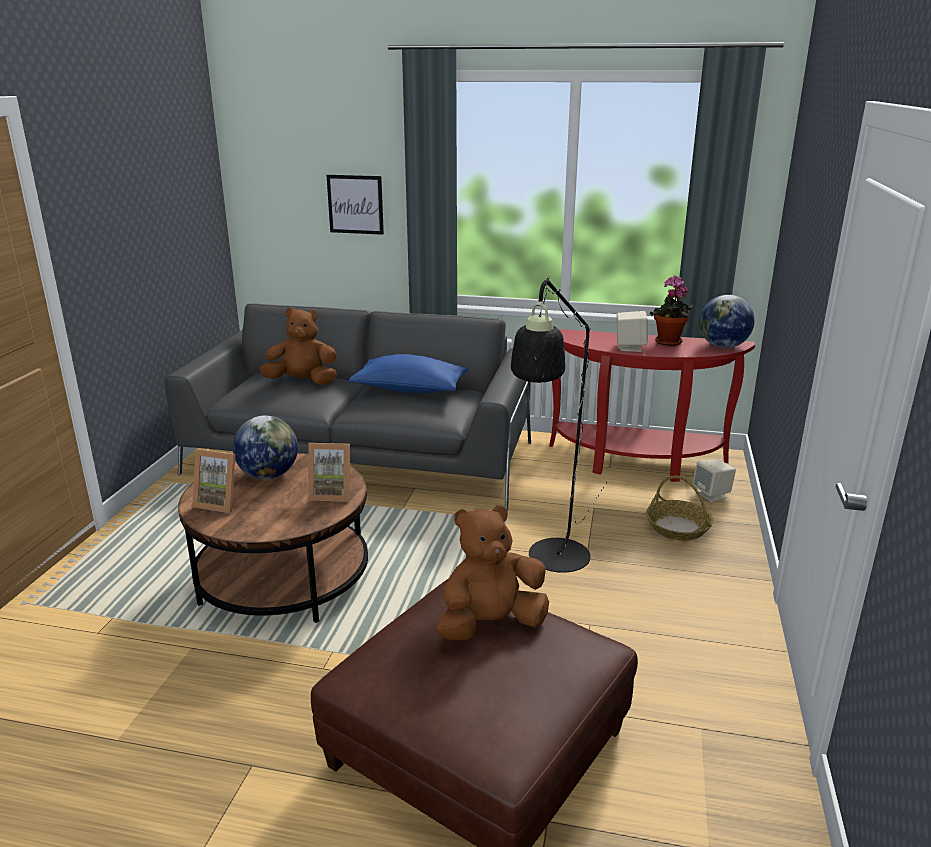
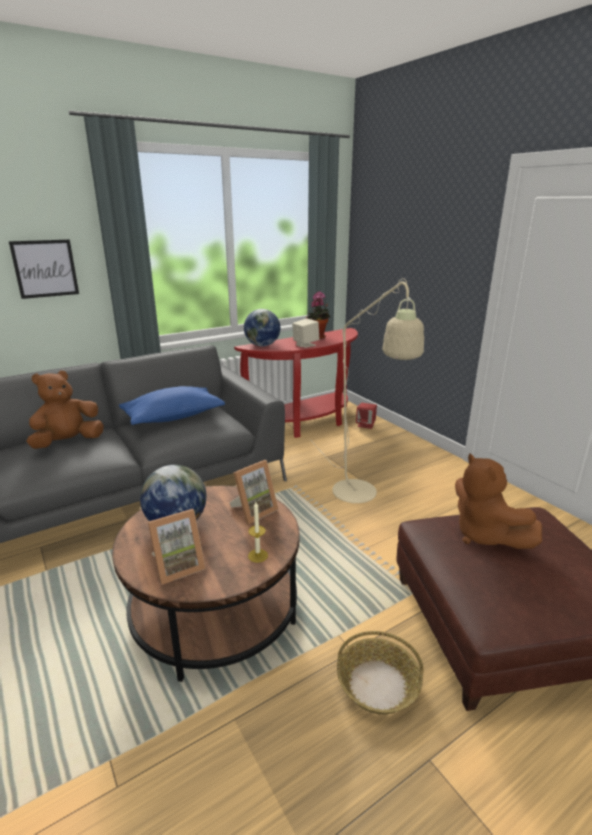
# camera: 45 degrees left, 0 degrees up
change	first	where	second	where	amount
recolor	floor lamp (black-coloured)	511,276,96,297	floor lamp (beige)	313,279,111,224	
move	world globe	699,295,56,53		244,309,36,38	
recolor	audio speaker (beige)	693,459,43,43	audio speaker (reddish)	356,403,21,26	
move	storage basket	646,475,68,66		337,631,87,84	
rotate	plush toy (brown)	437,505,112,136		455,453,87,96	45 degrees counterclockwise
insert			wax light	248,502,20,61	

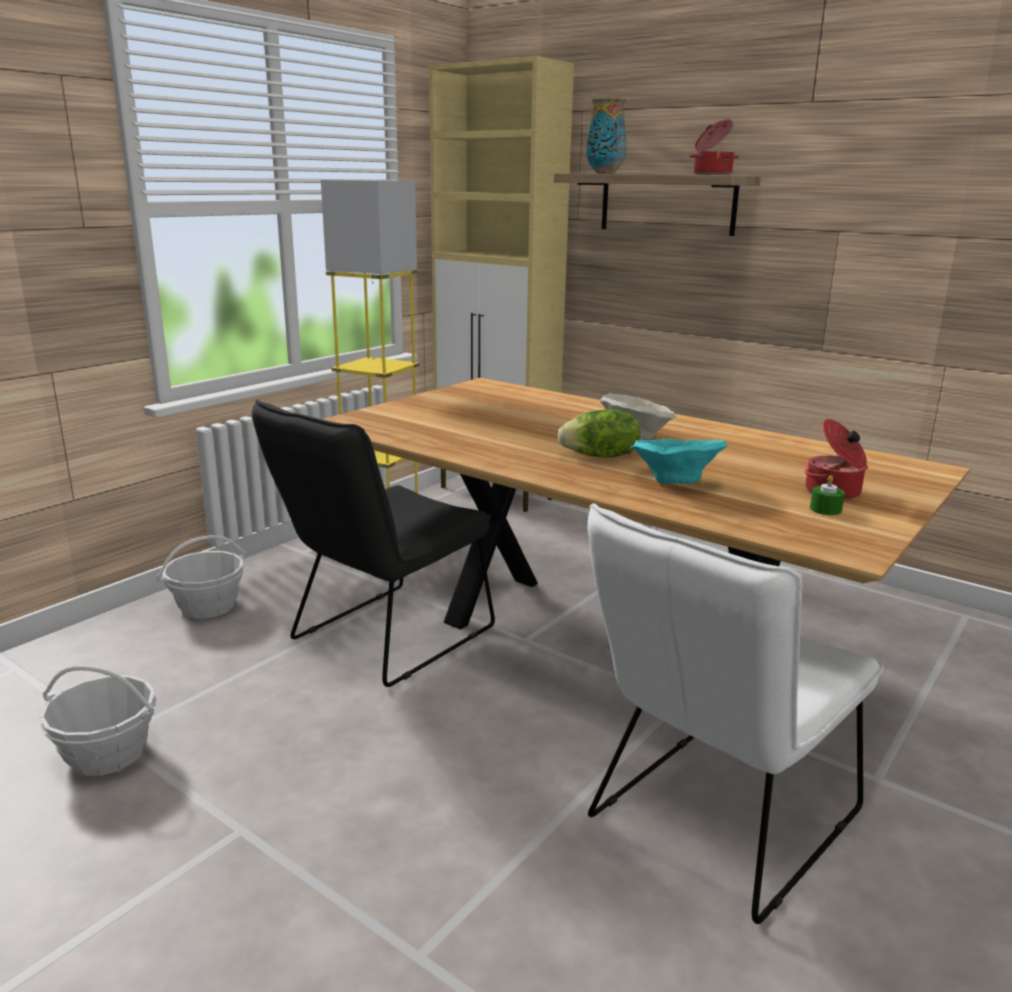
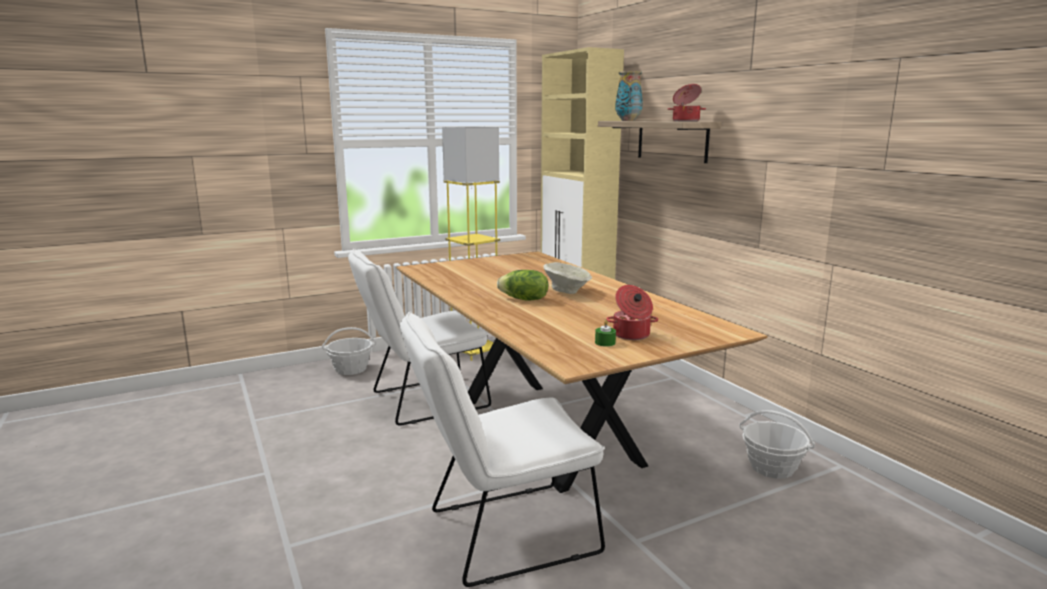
# camera: 25 degrees right, 5 degrees down
change	first	where	second	where	amount
recolor	chair (black-coloured)	252,399,243,288	chair (white)	348,249,143,177	
delete	bowl (turquoise)	631,439,96,45			
move	storage basket	39,665,117,111		739,410,76,69	

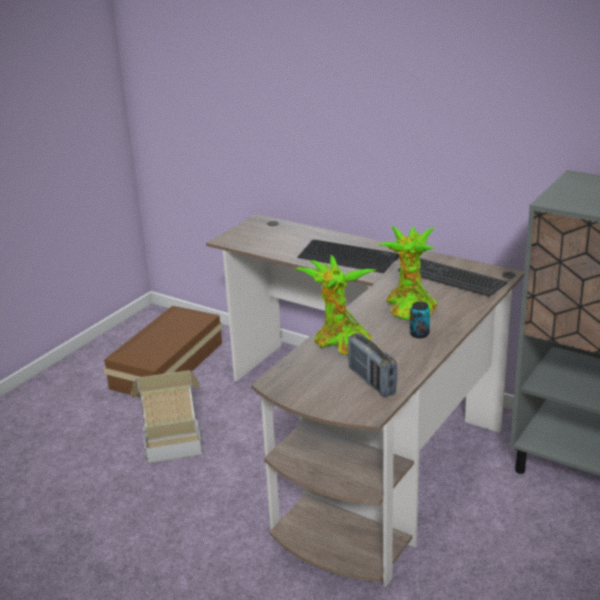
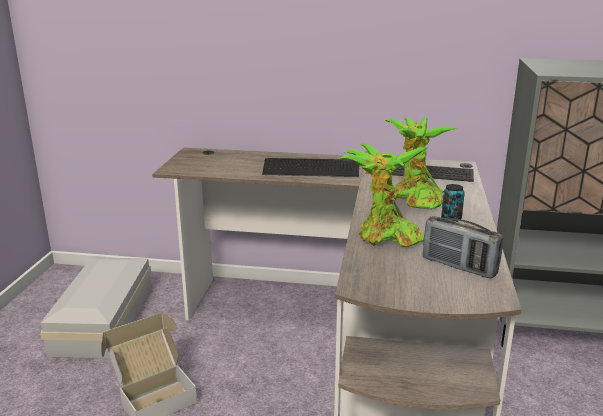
# camera: 25 degrees left, 5 degrees down
change	first	where	second	where	amount
recolor	storage box (brown)	104,306,118,91	storage box (white)	40,257,111,101	

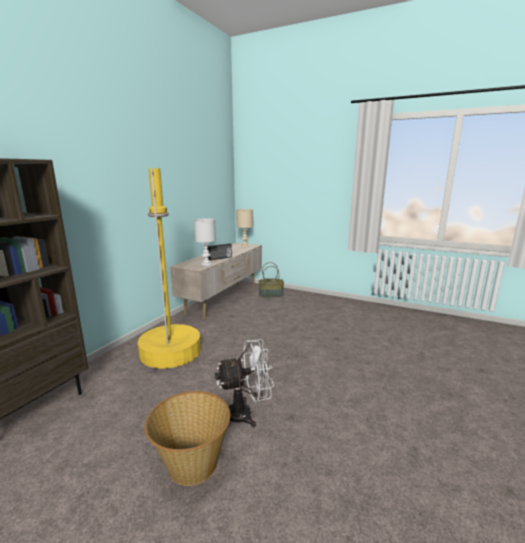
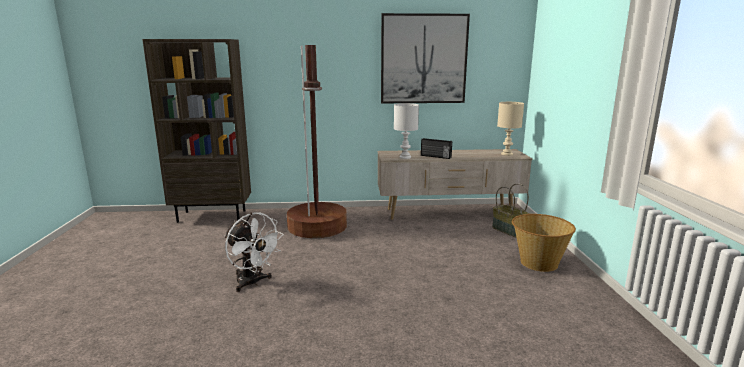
# camera: 60 degrees right, 0 degrees up
change	first	where	second	where	amount
recolor	floor lamp (yellowish)	138,169,63,200	floor lamp (brown)	287,45,60,193	
move	storage basket	144,391,86,95		512,214,64,58	
insert			wall art	381,13,89,90	

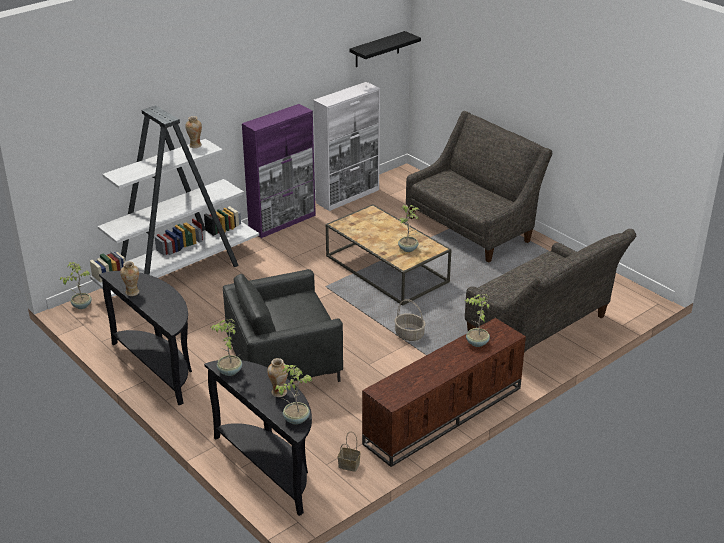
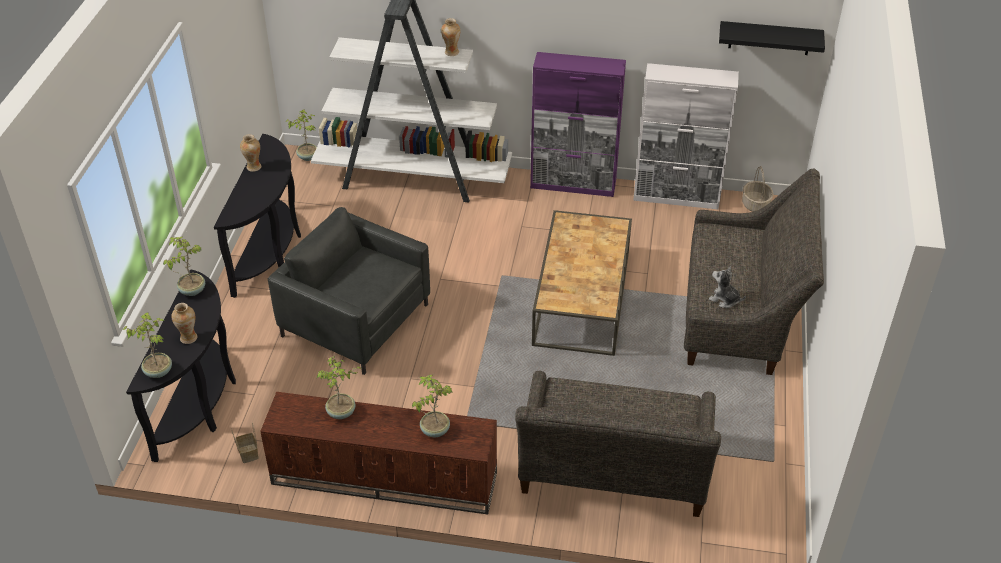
# camera: 50 degrees right, 10 degrees up
change	first	where	second	where	amount
move	houseplant	398,205,21,47		316,356,46,63	
move	storage basket	394,299,32,42		742,166,31,46	
insert			plush toy	709,266,37,42	

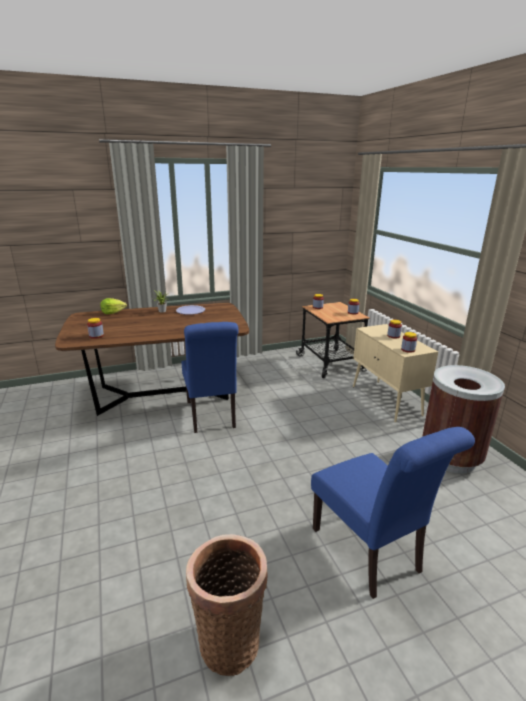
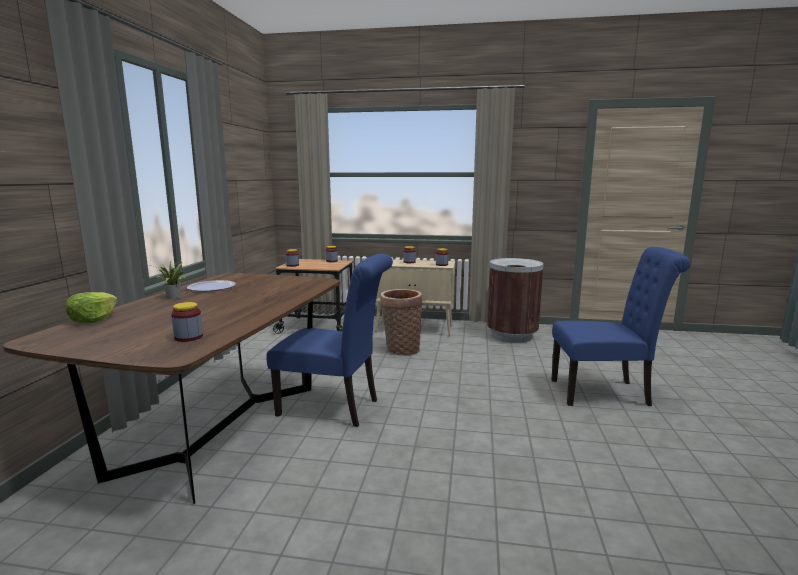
# camera: 60 degrees left, 10 degrees down
change	first	where	second	where	amount
move	storage basket	186,534,82,142		380,289,42,67	

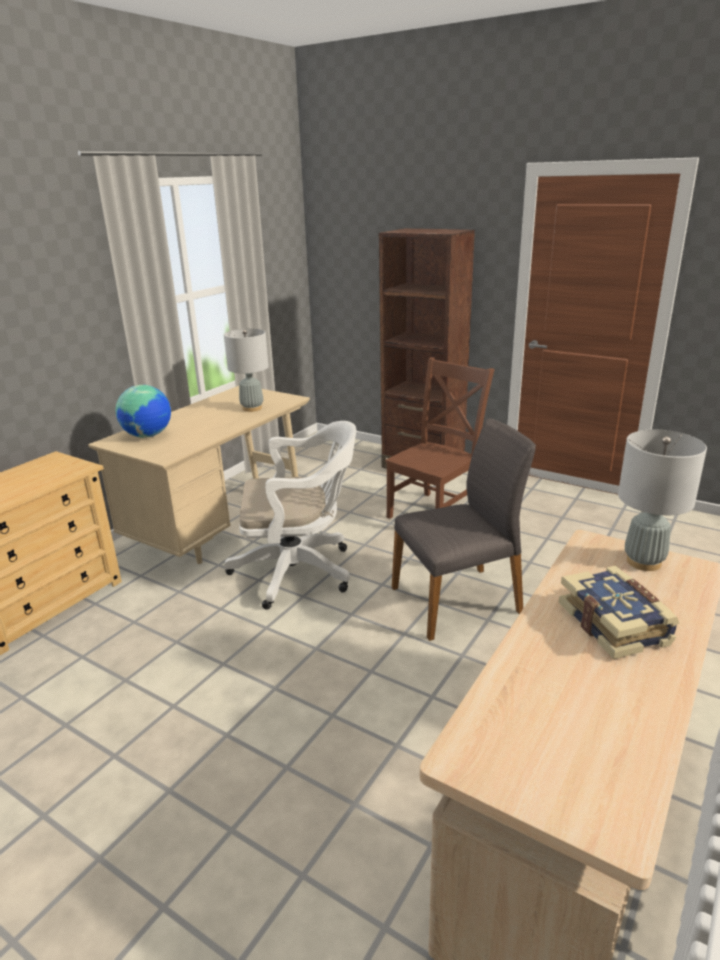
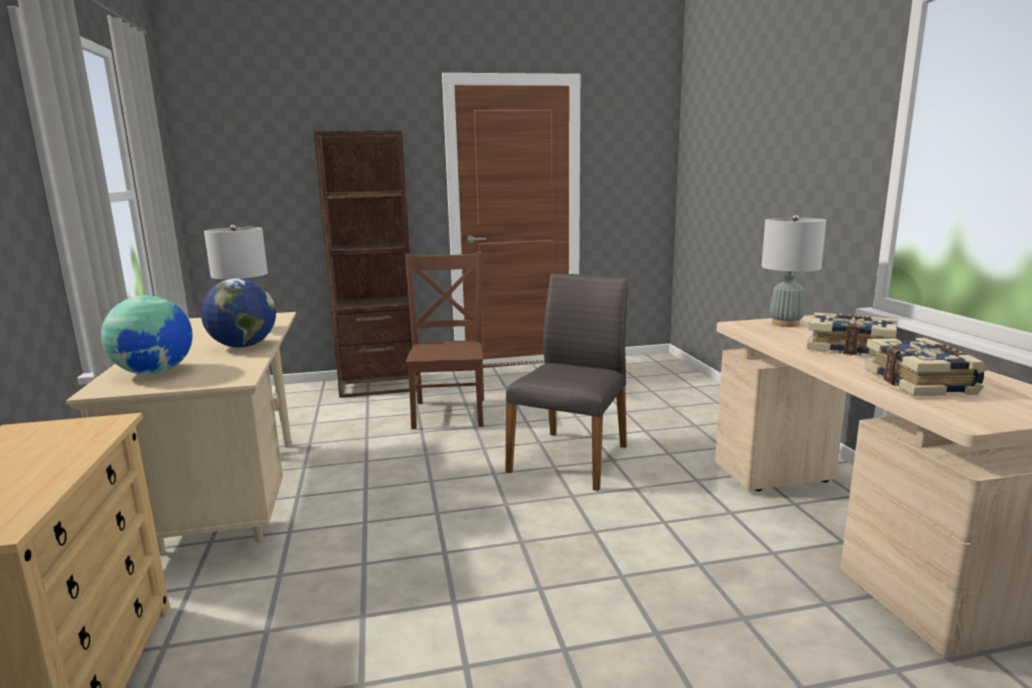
# camera: 45 degrees left, 10 degrees down
change	first	where	second	where	amount
delete	desk chair (white)	224,421,132,189			
insert			world globe	201,278,75,70	
insert			bound book	864,338,123,58	

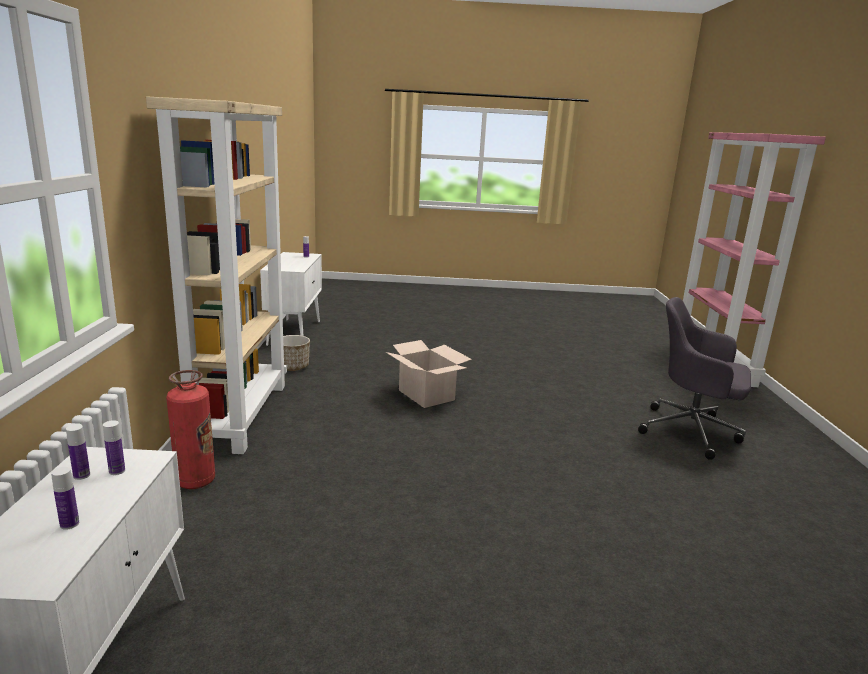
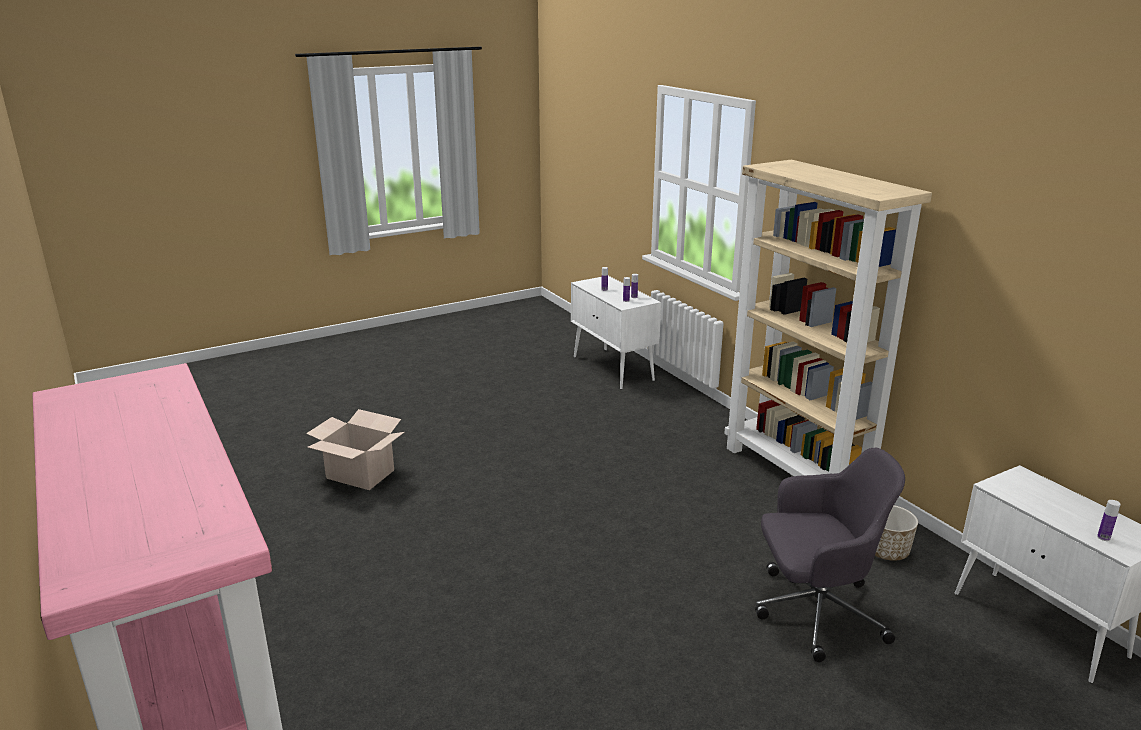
# camera: 150 degrees right, 5 degrees up
change	first	where	second	where	amount
move	desk chair (grey)	638,297,113,163		755,448,150,214	
move	carton	386,340,86,68		306,409,98,81	
delete	extinguisher	166,370,49,119			

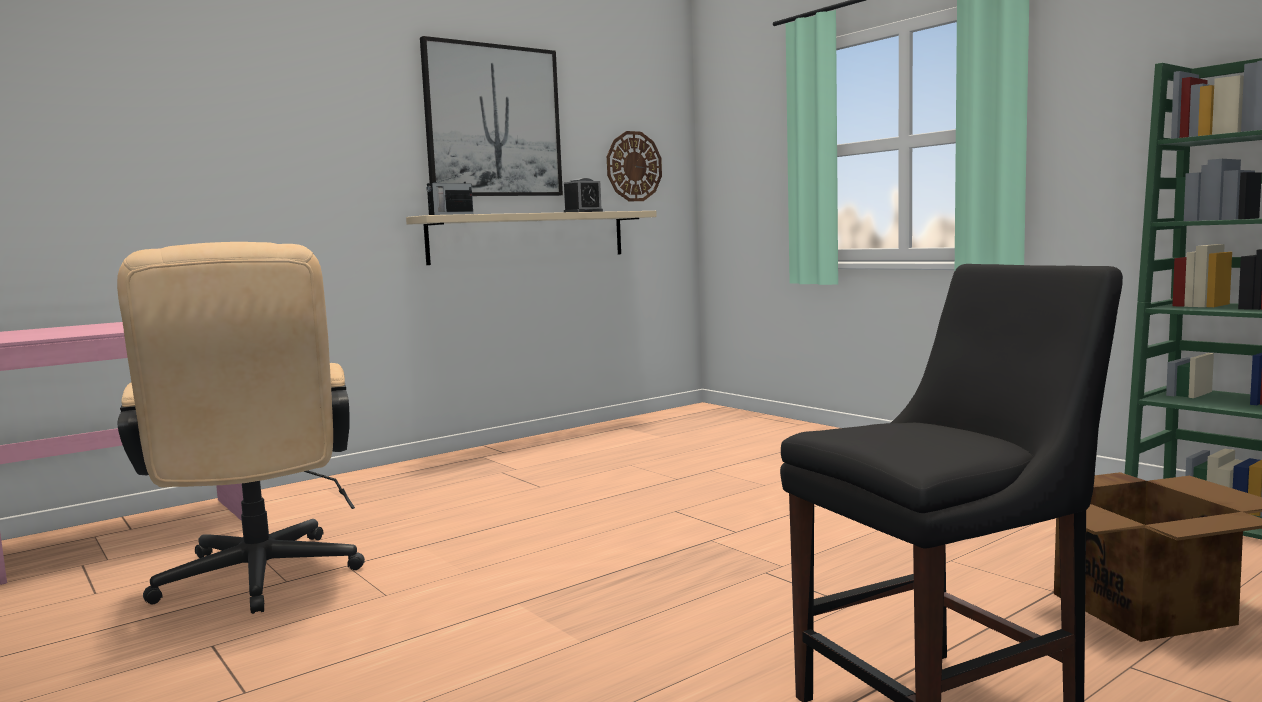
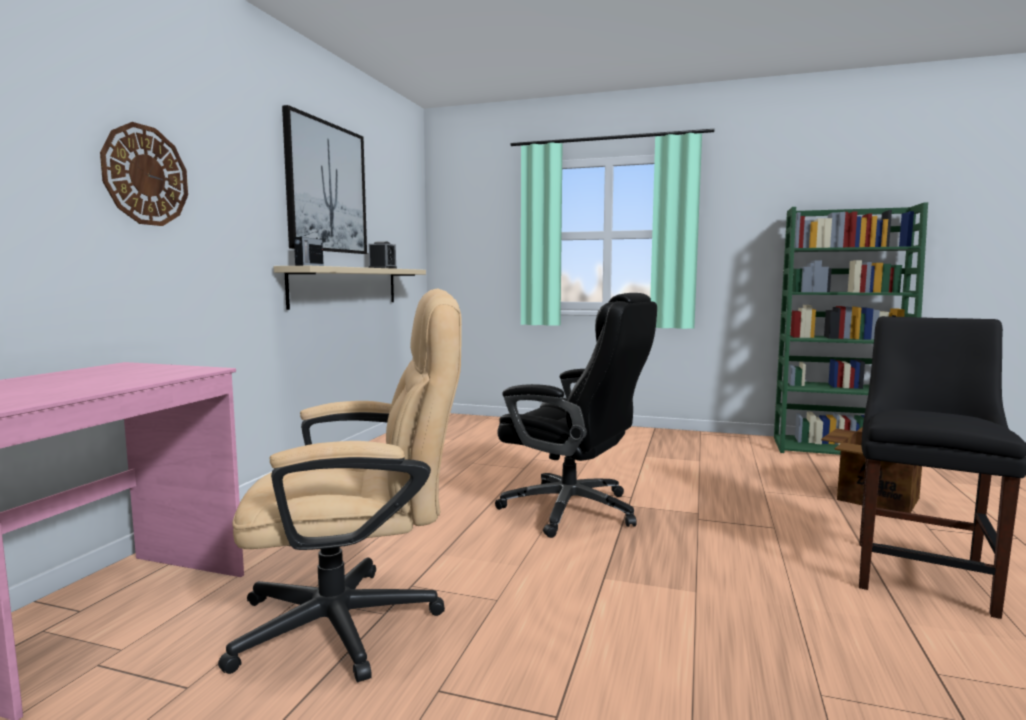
# camera: 35 degrees left, 0 degrees up
change	first	where	second	where	amount
move	clock on the wall	607,131,55,70		100,122,88,104	
rotate	desk chair (beige)	117,242,248,372		218,288,244,394	45 degrees counterclockwise
insert			desk chair (black-coloured)	495,293,162,245	

